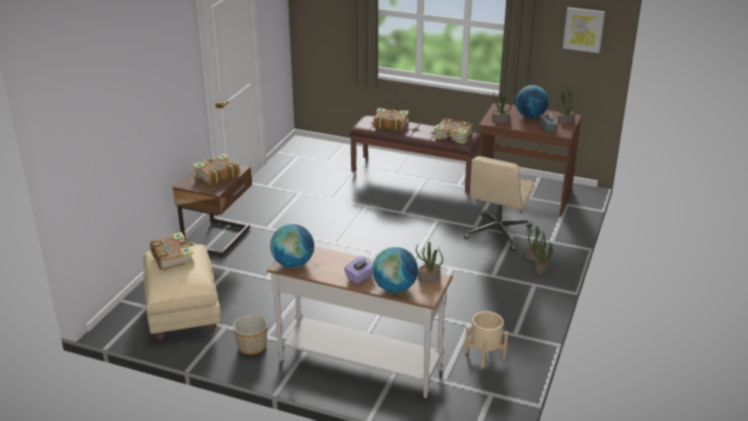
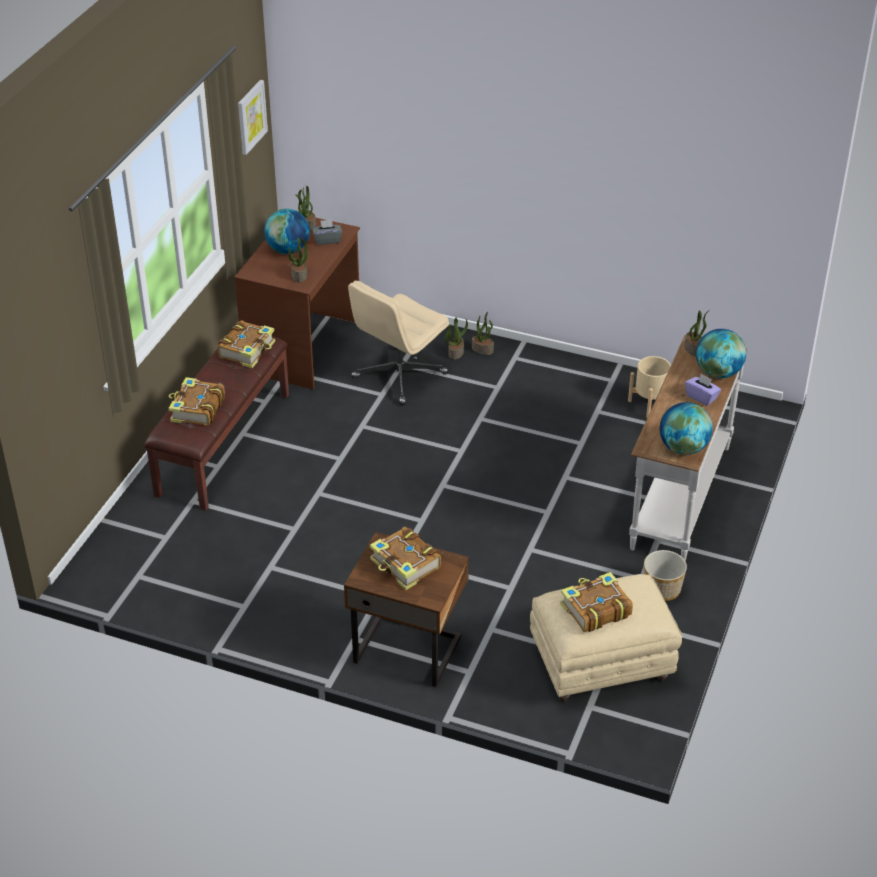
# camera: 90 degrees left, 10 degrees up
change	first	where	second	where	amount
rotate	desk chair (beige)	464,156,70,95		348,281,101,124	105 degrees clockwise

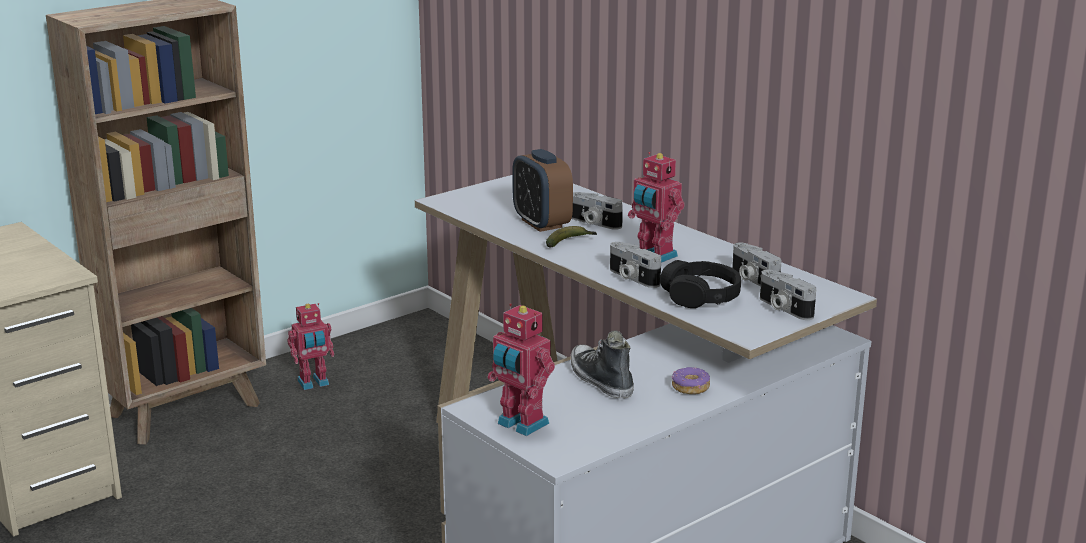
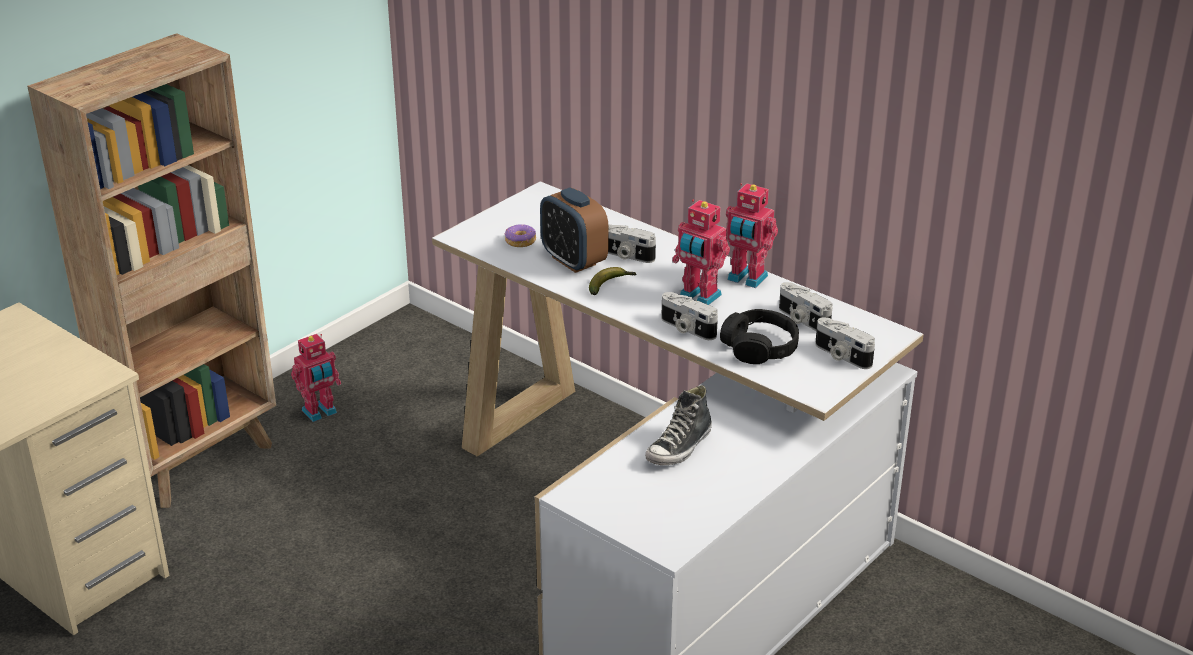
# camera: 10 degrees left, 10 degrees up
change	first	where	second	where	amount
move	toy robot	488,303,67,133		726,183,52,105	
rotate	shoe	571,330,63,68		645,385,67,80	105 degrees counterclockwise
move	ring doughnut	672,367,38,27		505,224,31,23	

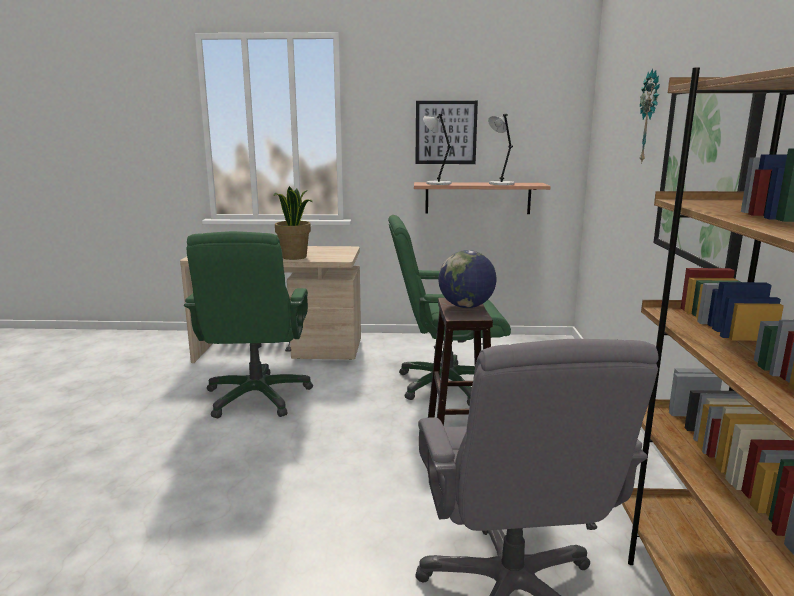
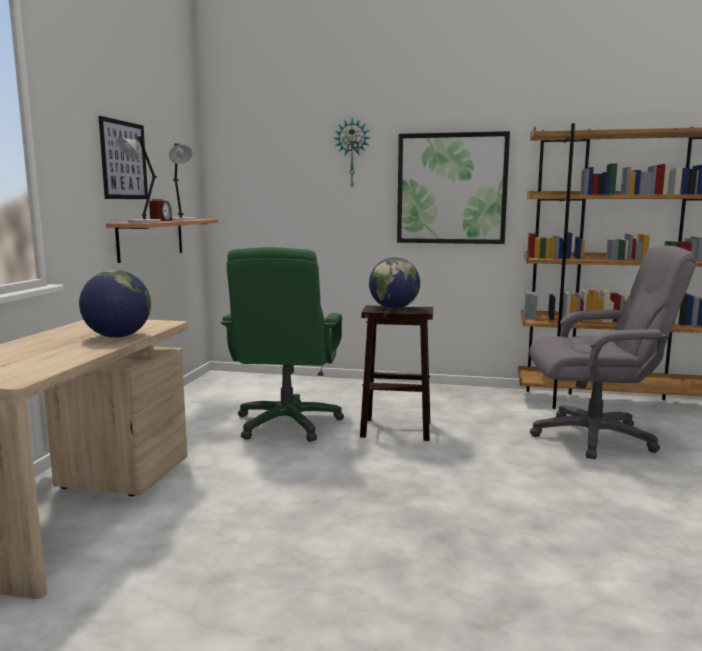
# camera: 80 degrees left, 5 degrees down
change	first	where	second	where	amount
replace	houseplant	273,186,40,74	world globe	79,270,72,68	
delete	desk chair (greenish)	184,231,129,187			
insert			alarm clock	149,199,23,22	

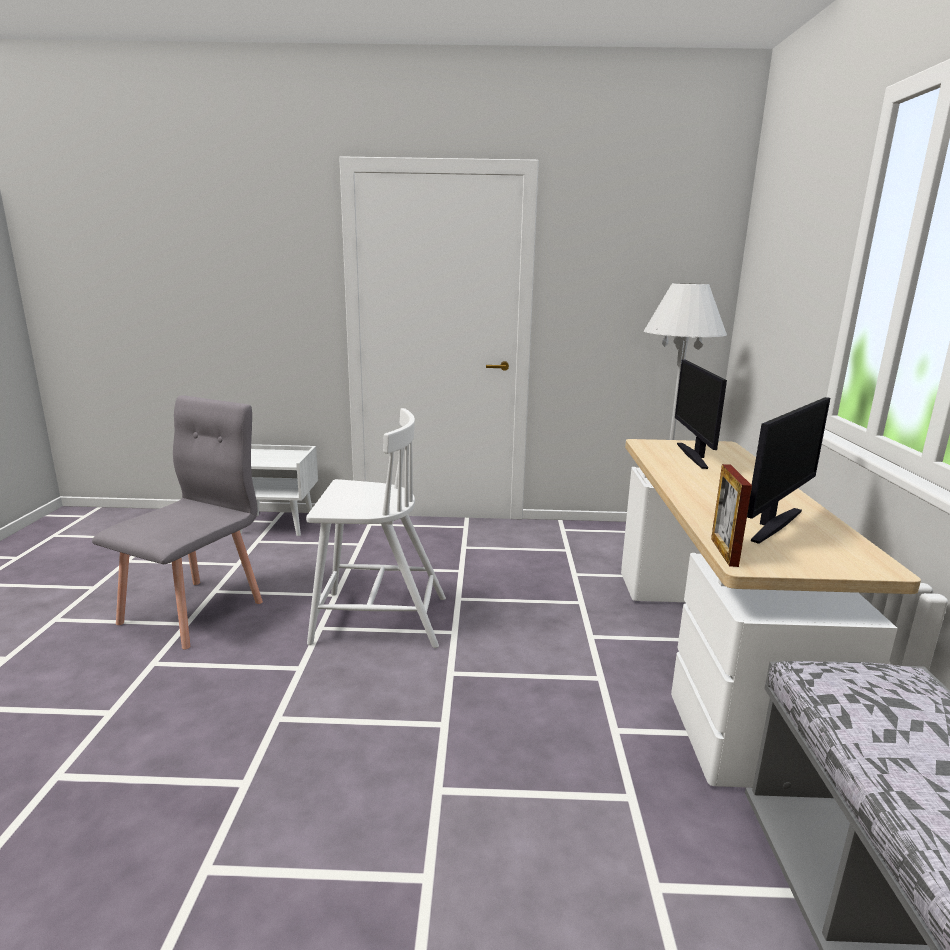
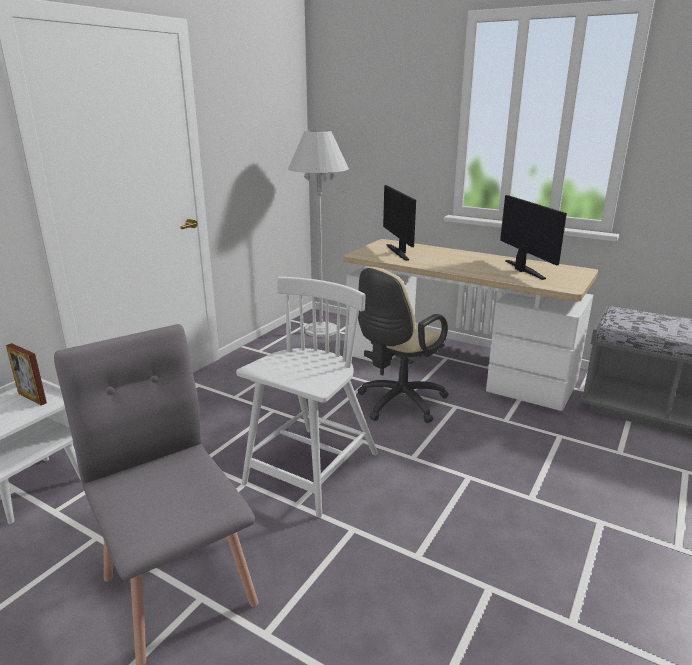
# camera: 60 degrees left, 5 degrees up
change	first	where	second	where	amount
rotate	monitor	675,359,52,110		383,185,33,76	45 degrees clockwise
move	photo frame	711,464,41,103		6,343,41,62	
insert			desk chair (beige)	357,267,92,156	

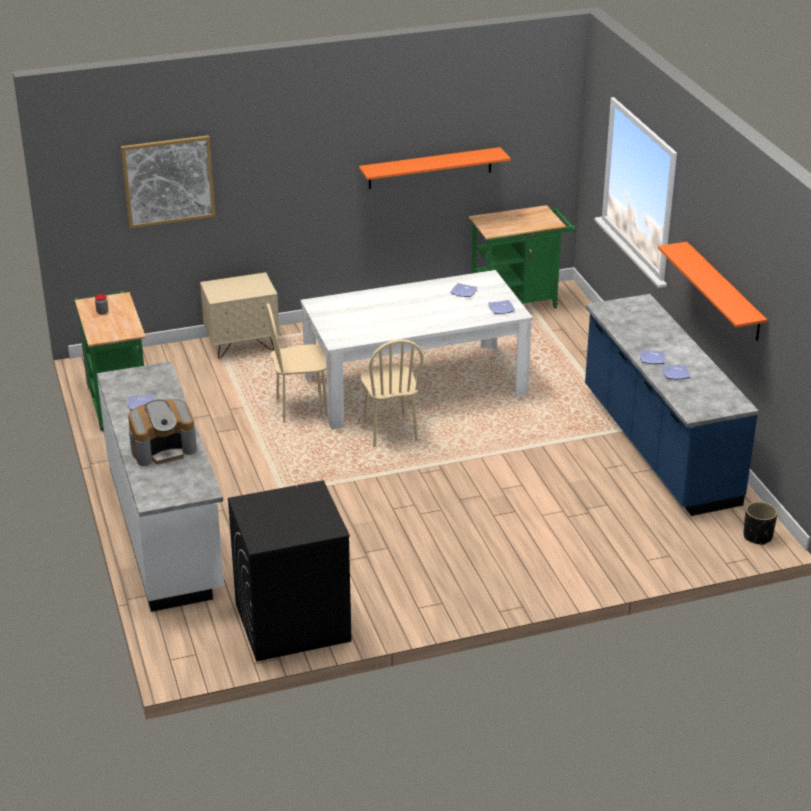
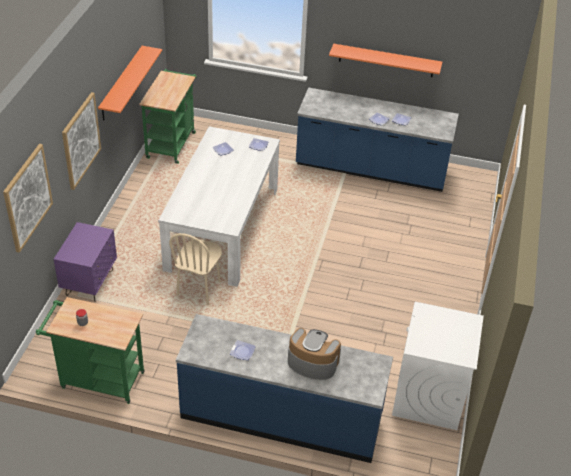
# camera: 60 degrees left, 10 degrees up
change	first	where	second	where	amount
recolor	night table (beige)	200,272,79,87	night table (purple-coloured)	54,222,63,79	
delete	chair (beige)	360,339,64,108			
recolor	counter (white)	97,361,127,251	counter (blue-coloured)	176,314,217,149	
rotate	coffee maker	128,399,69,67		288,328,53,52	75 degrees counterclockwise
recolor	laundry machine (black-coloured)	228,480,124,182	laundry machine (white)	392,302,92,128	
delete	planter (black-coloured)	743,501,35,44			
insert			wall art	62,92,39,98	

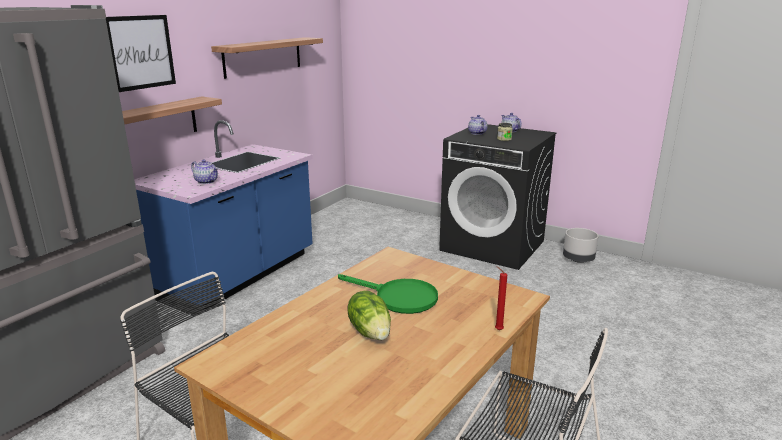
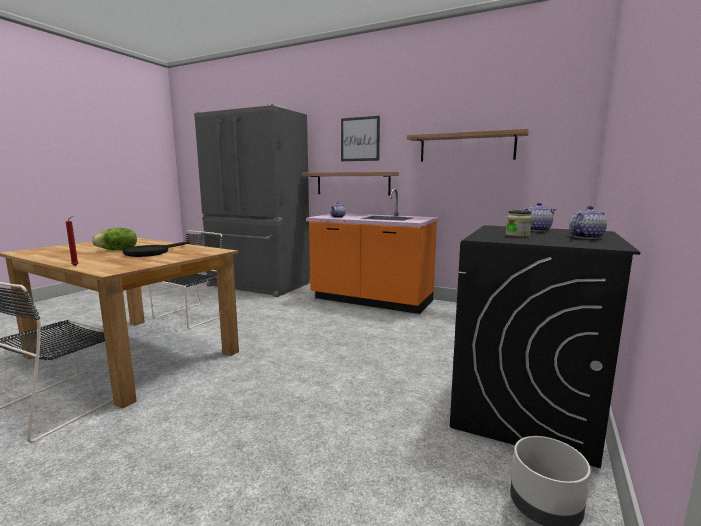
# camera: 85 degrees right, 10 degrees down
change	first	where	second	where	amount
recolor	counter (blue-coloured)	134,120,179,196	counter (orange)	306,188,132,126	
recolor	skillet (greenish)	338,274,100,40	skillet (black-coloured)	122,241,68,16	

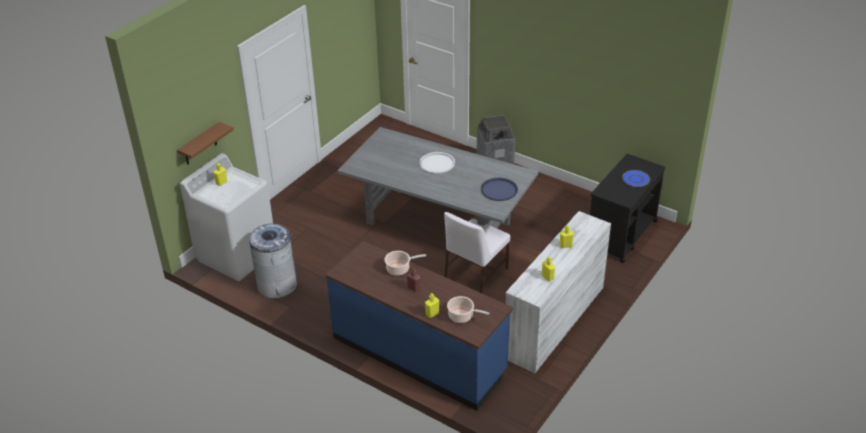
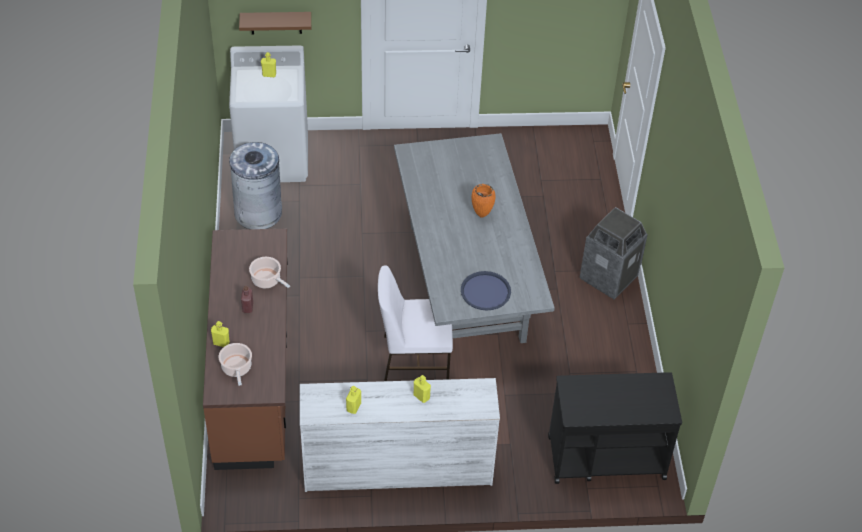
# camera: 50 degrees right, 10 degrees up
change	first	where	second	where	amount
replace	serving tray (white)	419,152,36,22	vase (orange)	472,184,23,34	
delete	plate (blue-coloured)	622,170,28,17			
recolor	counter (blue-coloured)	326,241,187,170	counter (brown)	203,228,85,242	

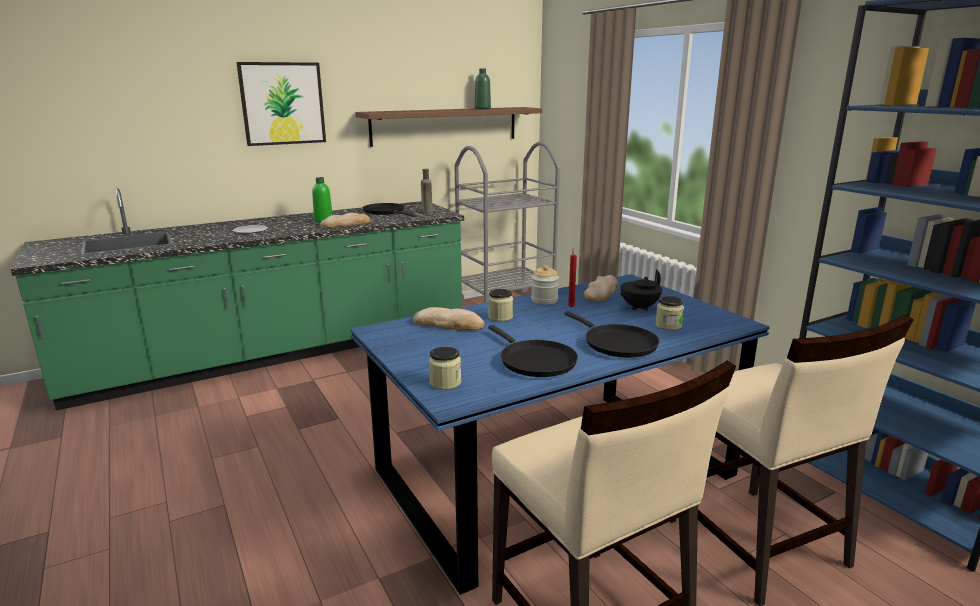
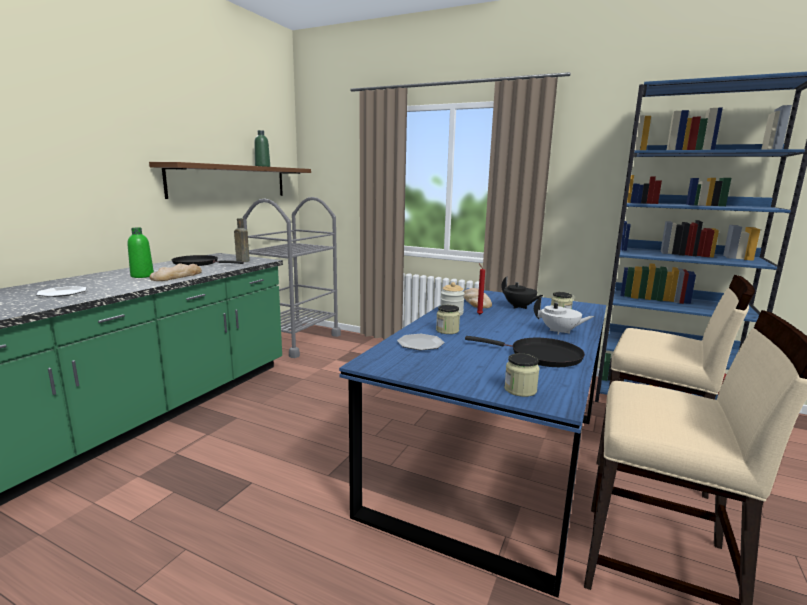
# camera: 35 degrees left, 5 degrees down
change	first	where	second	where	amount
delete	wall art	236,62,90,84			
rotate	tea pot (black-coloured)	619,270,43,40		501,276,43,33	60 degrees counterclockwise
replace	bread	413,307,72,24	plate	397,334,47,16	
replace	skillet (black-coloured)	564,311,95,47	tea pot (white)	534,296,60,39	

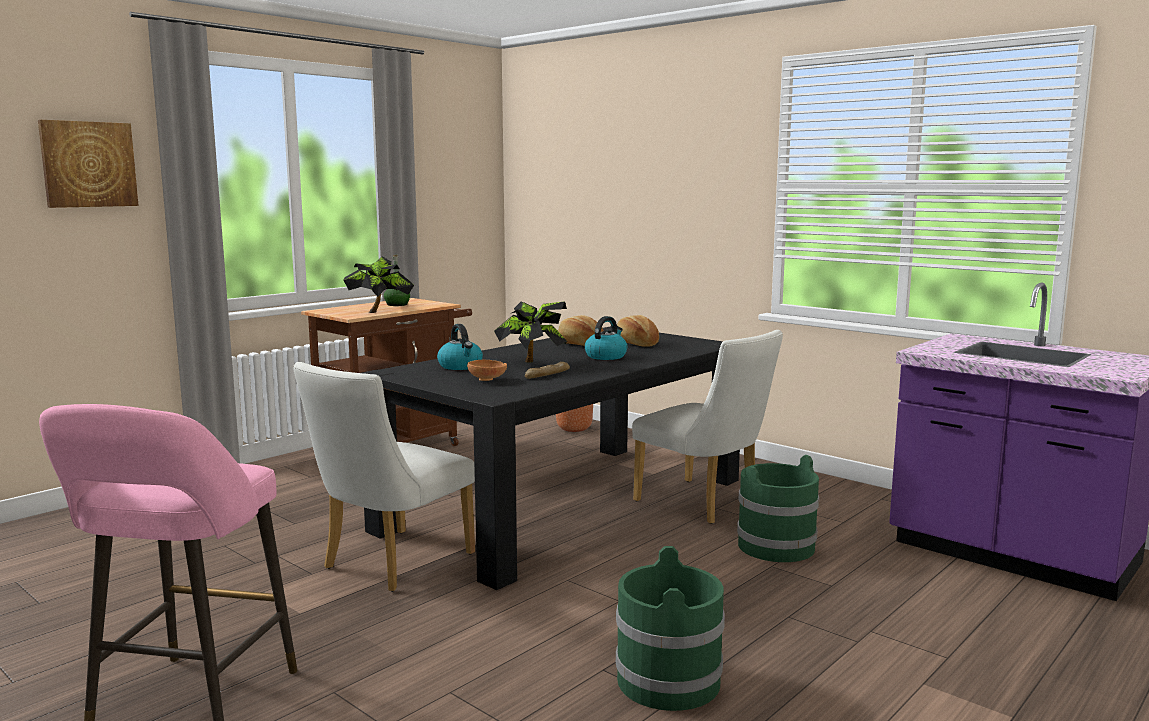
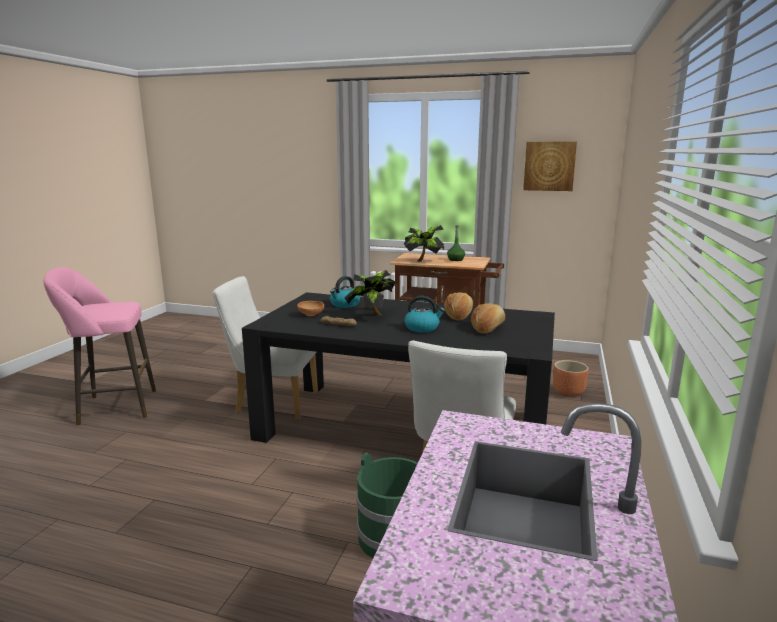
# camera: 65 degrees right, 5 degrees up
change	first	where	second	where	amount
move	wall art	38,120,101,88		523,141,54,50	
delete	water bucket (greenish)	616,546,109,165			

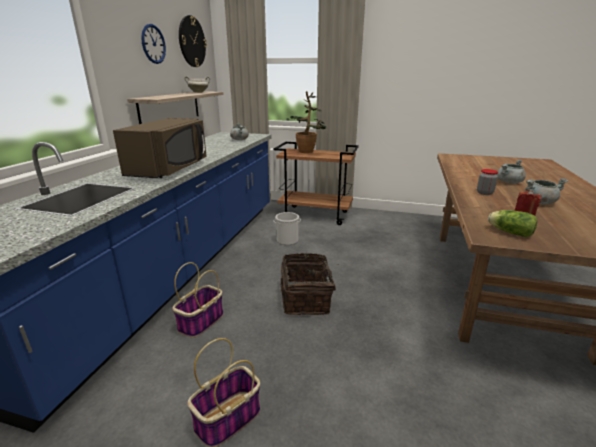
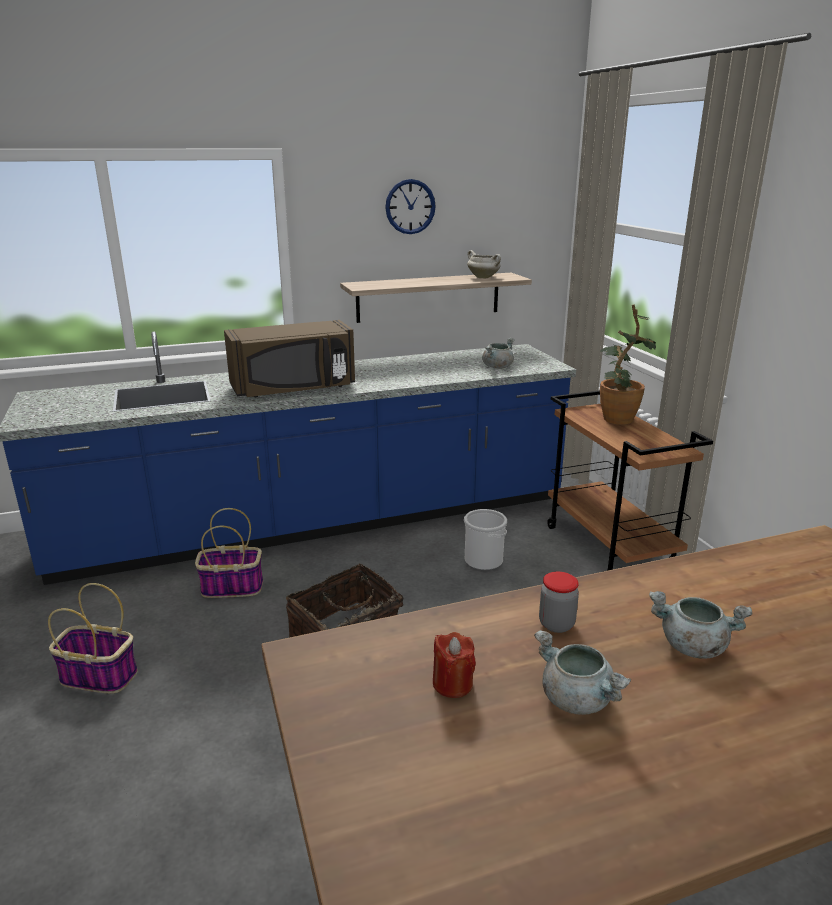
# camera: 55 degrees right, 0 degrees up
change	first	where	second	where	amount
delete	clock on the wall	179,15,28,52			
delete	lettuce	488,210,49,27			

